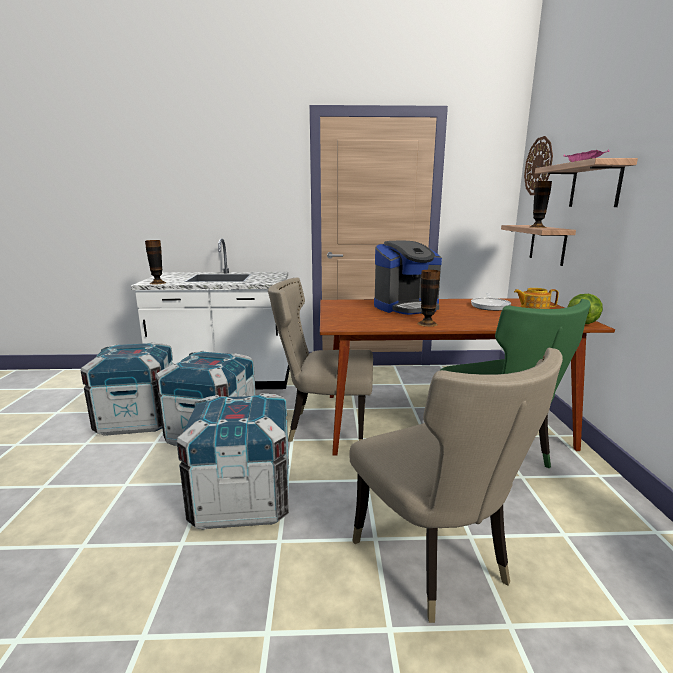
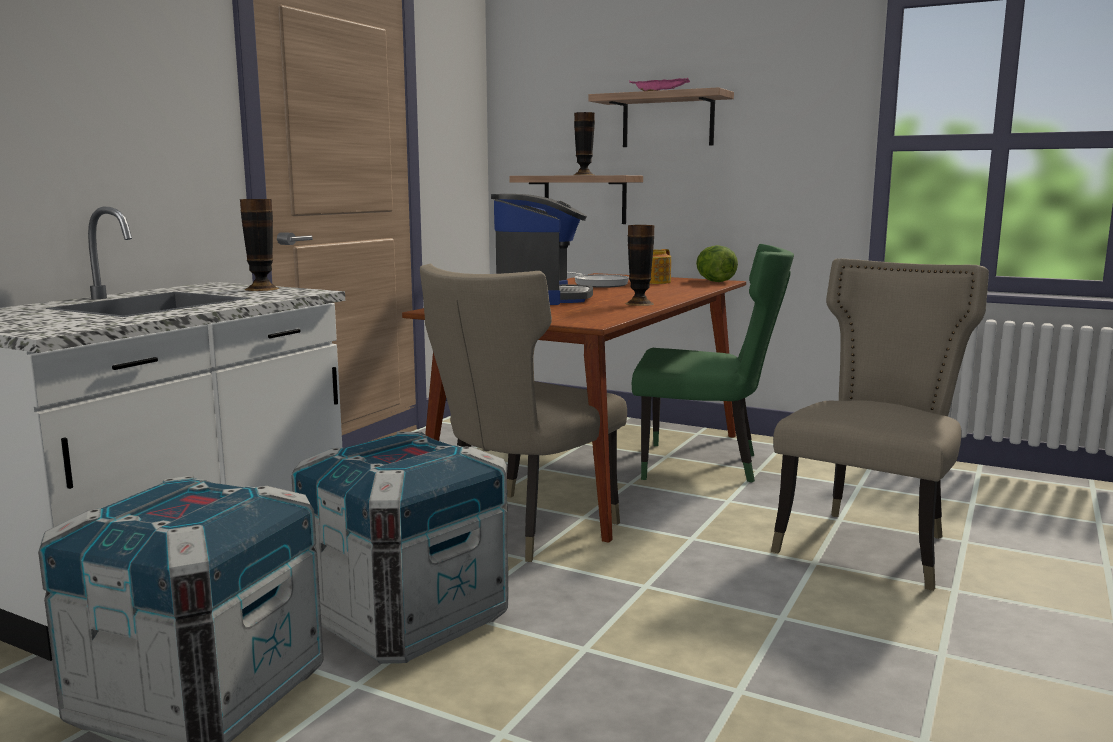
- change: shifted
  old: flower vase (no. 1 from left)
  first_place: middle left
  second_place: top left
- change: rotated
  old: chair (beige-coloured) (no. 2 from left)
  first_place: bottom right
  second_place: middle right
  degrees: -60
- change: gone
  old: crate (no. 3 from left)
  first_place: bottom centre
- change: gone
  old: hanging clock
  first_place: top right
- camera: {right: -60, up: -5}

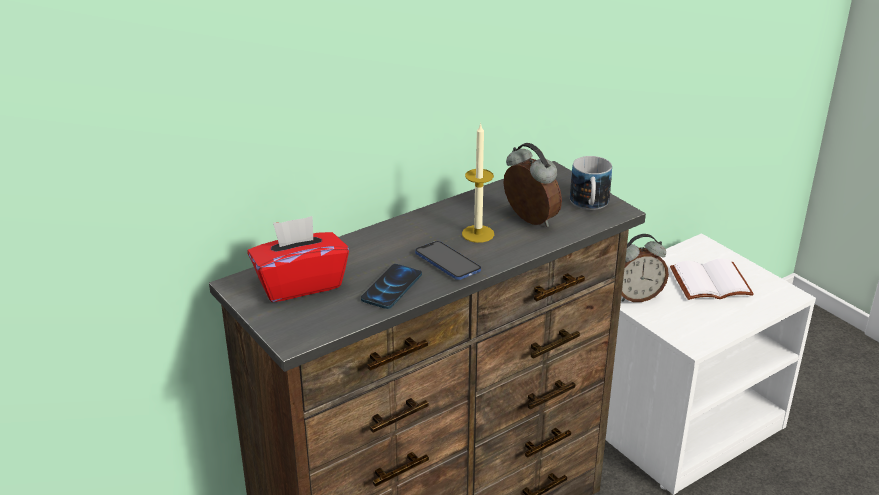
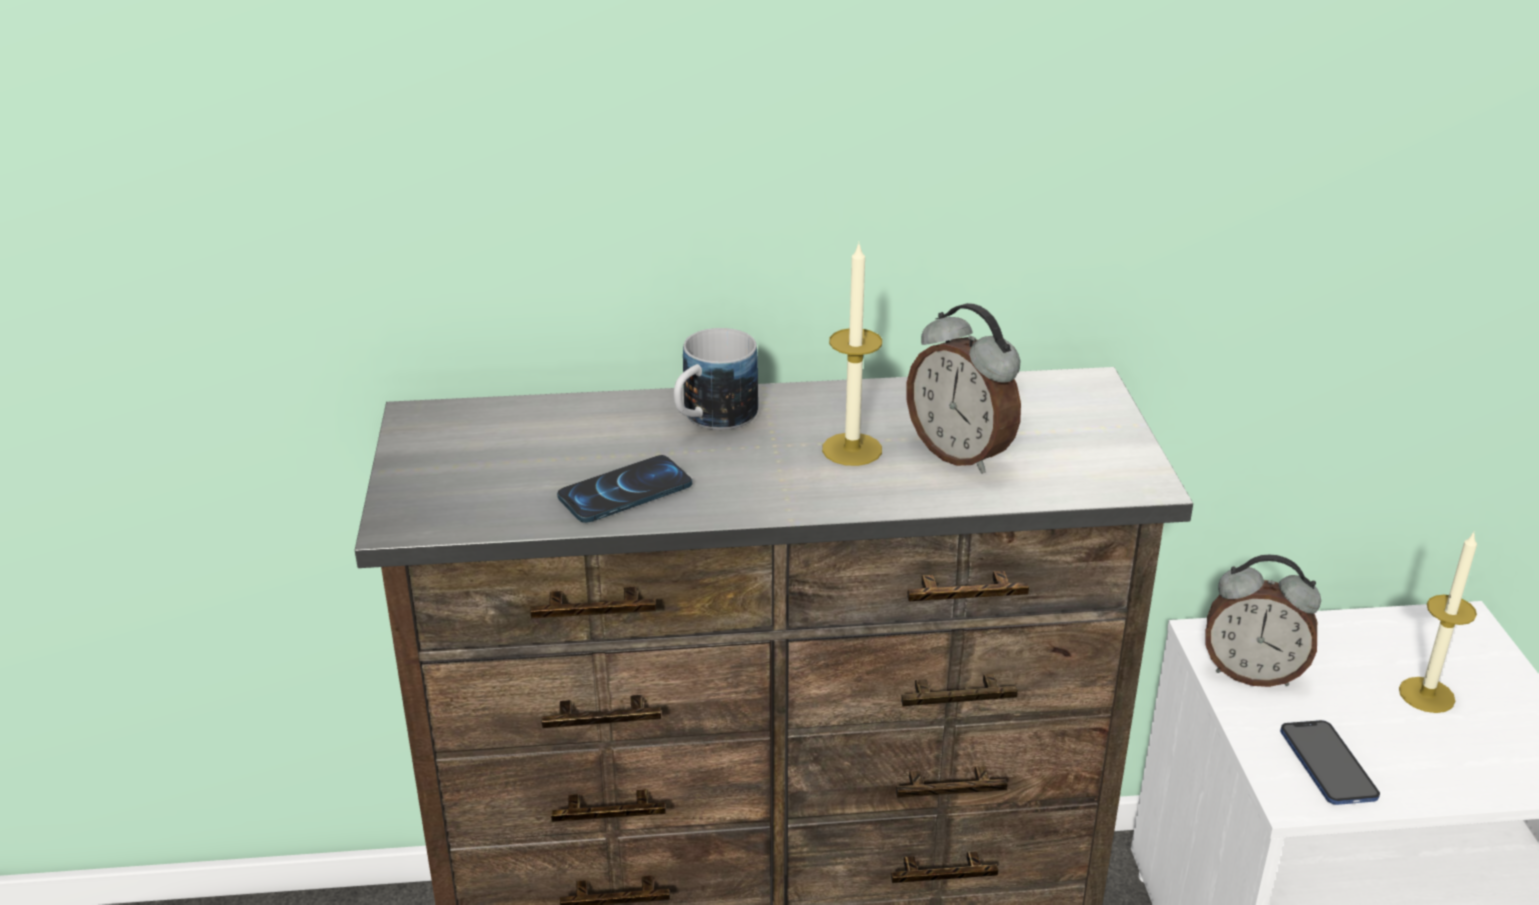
- change: shifted
  old: coffee mug
  first_place: middle right
  second_place: centre
- change: rotated
  old: alarm clock (no. 1 from left)
  first_place: centre
  second_place: centre
  degrees: 150
- change: shifted
  old: telephone (no. 2 from left)
  first_place: centre
  second_place: bottom right
- change: swapped
  old: book (whitish)
  new: wax light (no. 2 from left)
  first_place: middle right
  second_place: bottom right
- change: gone
  old: tissue holder (red)
  first_place: centre
- camera: {right: 30, up: 0}

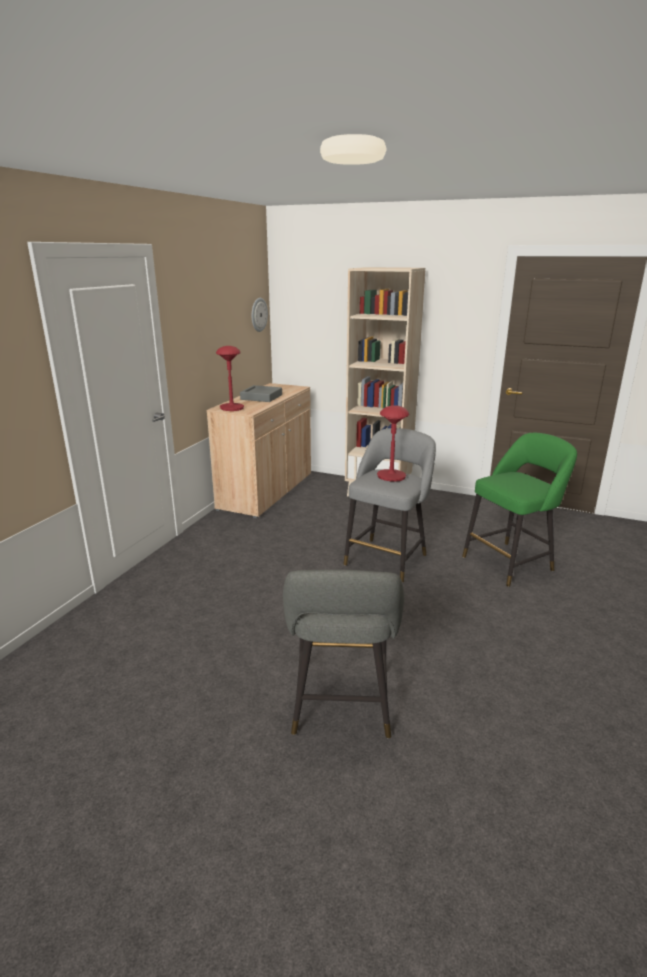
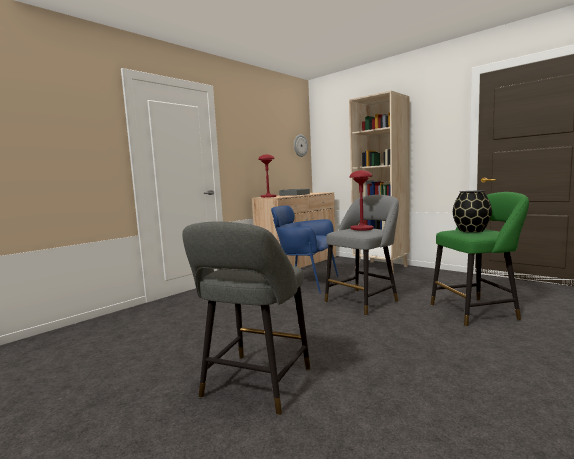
- change: new
  new: lounge chair (blue-coloured)
  second_place: centre
- change: new
  new: flower vase (black-coloured)
  second_place: middle right
- camera: {right: 20, up: -15}

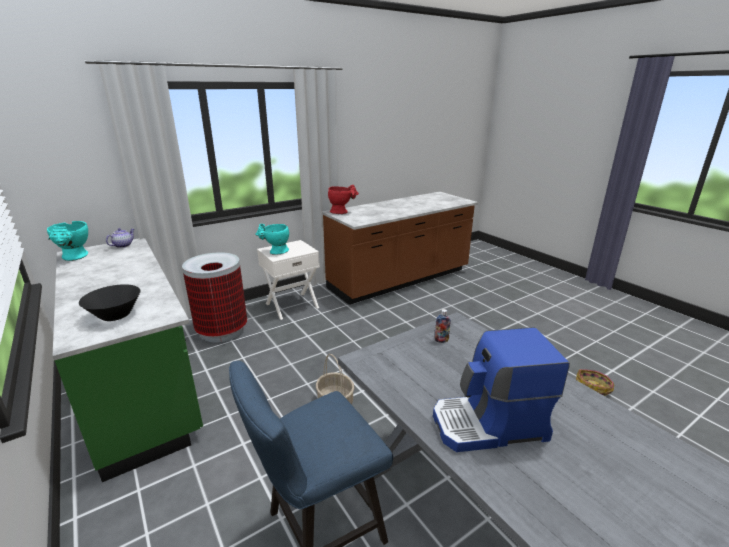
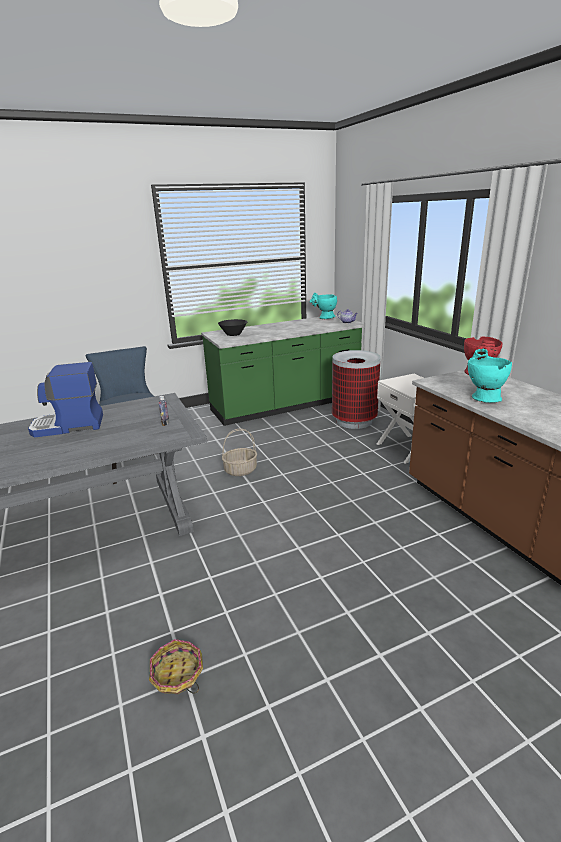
- change: rotated
  old: coffee maker
  first_place: bottom right
  second_place: middle left
  degrees: -105
- change: shifted
  old: flower vase (blue-green) (no. 2 from left)
  first_place: centre
  second_place: middle right
- camera: {right: 100, up: 0}

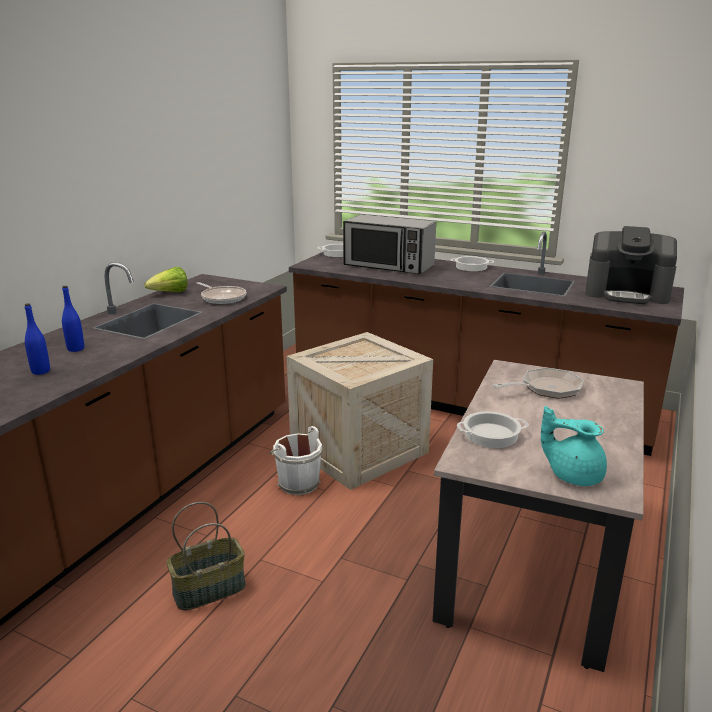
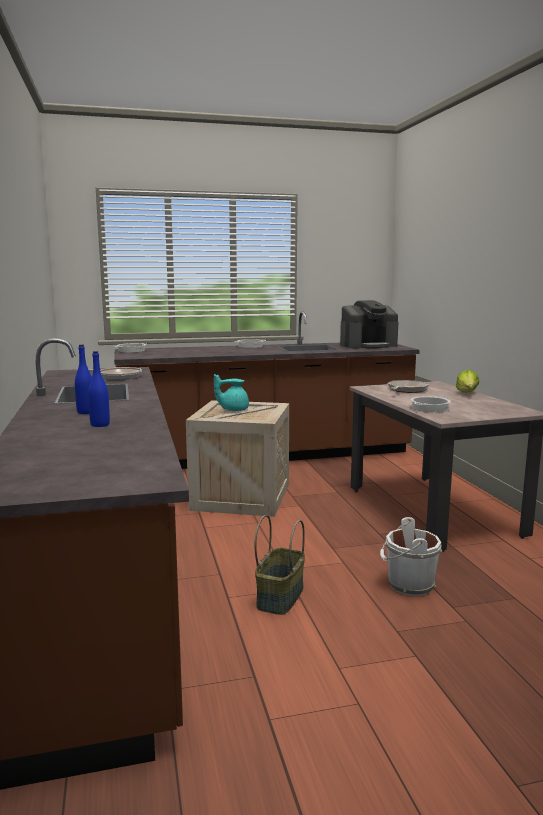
- change: shifted
  old: teapot (blue-green)
  first_place: middle right
  second_place: centre
- change: shifted
  old: water bucket (whitish)
  first_place: centre
  second_place: bottom right
- change: shifted
  old: lettuce head
  first_place: middle left
  second_place: middle right
- change: gone
  old: microwave
  first_place: centre
- camera: {right: -40, up: -10}

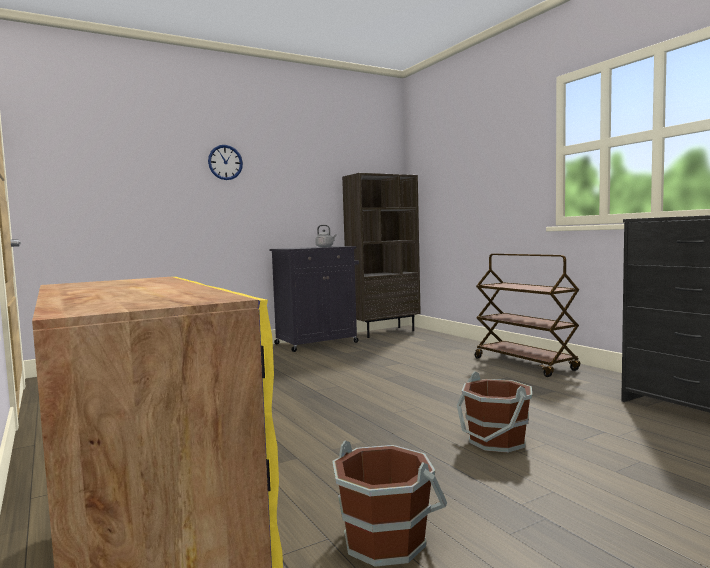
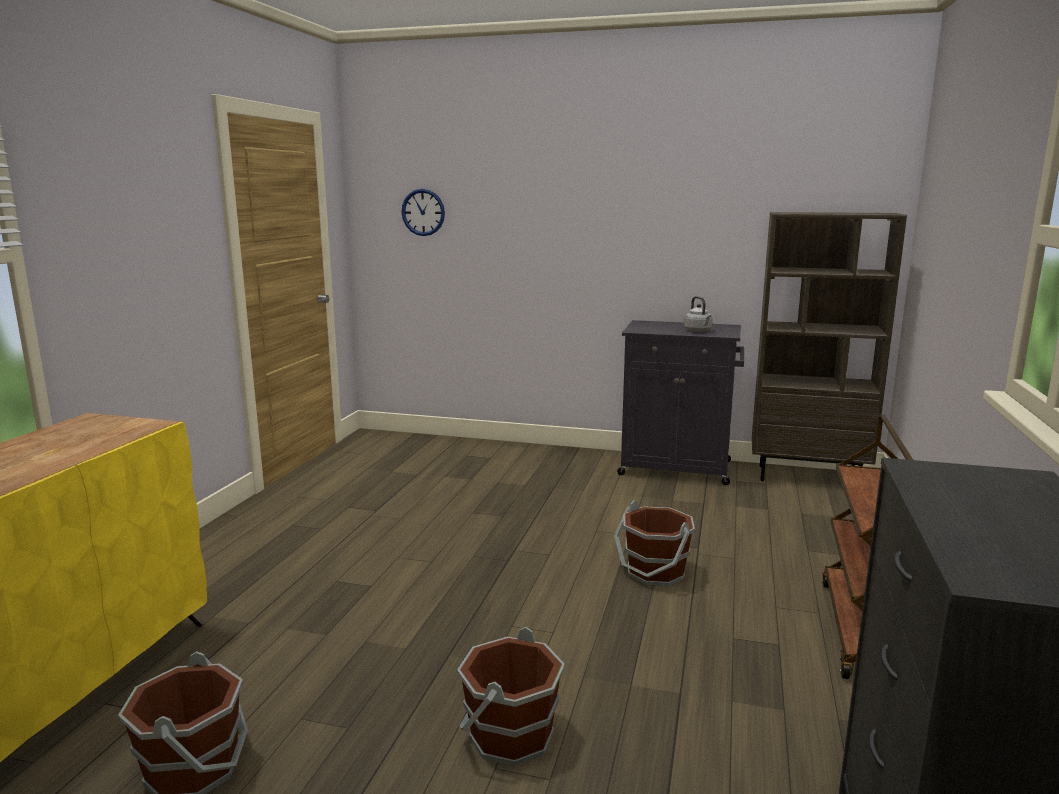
- change: shifted
  old: hanging clock
  first_place: top left
  second_place: top centre
- change: new
  new: water bucket (brown) (no. 3 from left)
  second_place: bottom centre
- camera: {right: 45, up: 10}

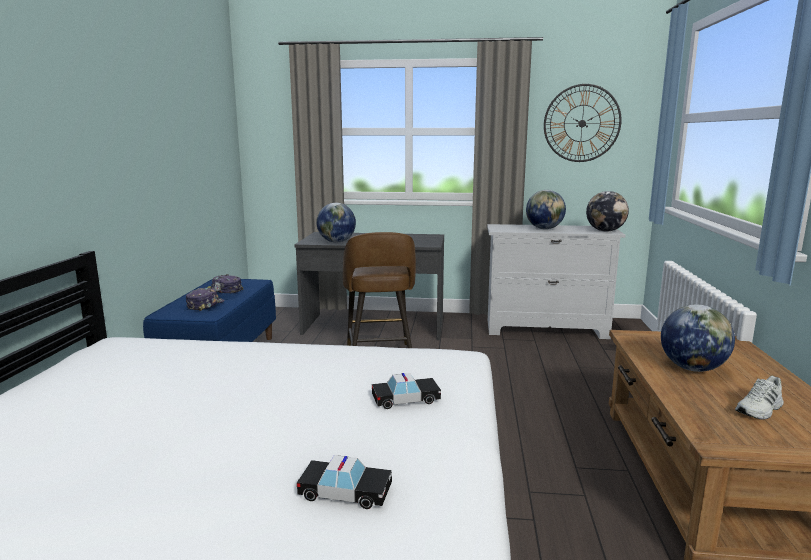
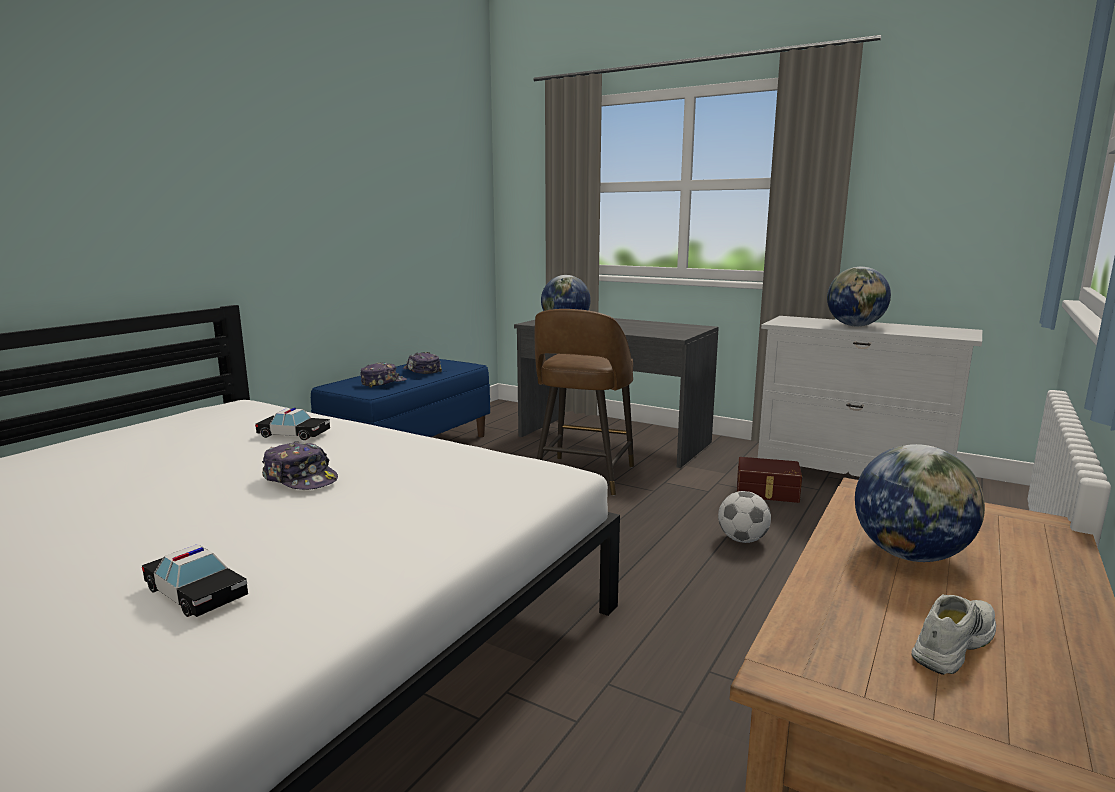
- change: shifted
  old: model car (no. 2 from left)
  first_place: bottom centre
  second_place: middle left
- change: new
  new: peaked cap (no. 1 from left)
  second_place: middle left
- change: new
  new: ball for football
  second_place: middle right
- change: new
  new: storage bin (brown)
  second_place: middle right
- change: rotated
  old: item of footwear (whitish)
  first_place: bottom right
  second_place: bottom right
  degrees: 150
- change: gone
  old: hanging clock
  first_place: top right
- change: gone
  old: desk globe (no. 3 from left)
  first_place: middle right
- camera: {right: 25, up: 0}

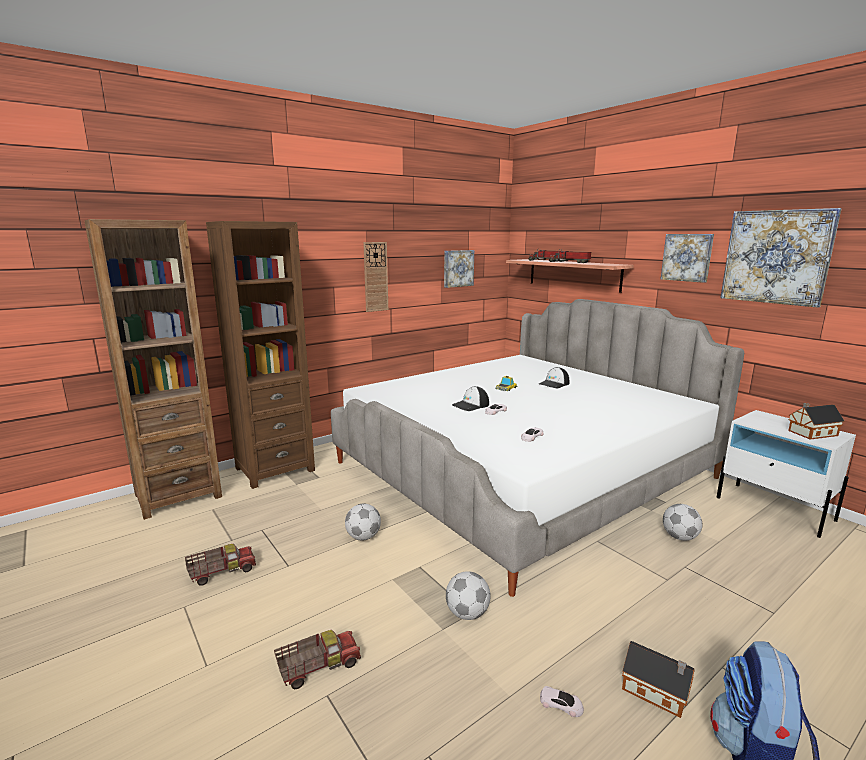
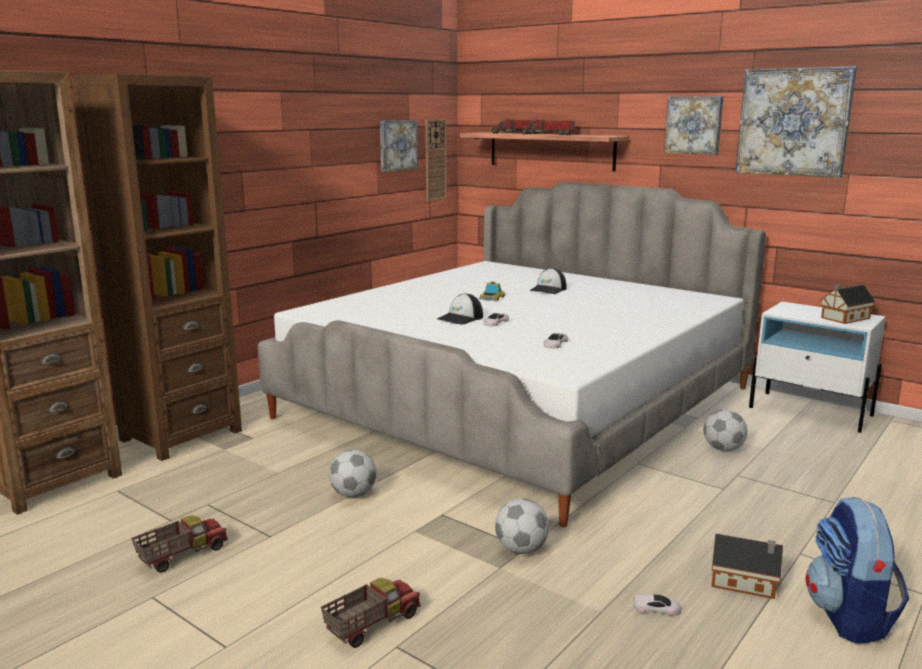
- change: shifted
  old: hanging clock
  first_place: centre
  second_place: top centre
- camera: {right: -15, up: 0}

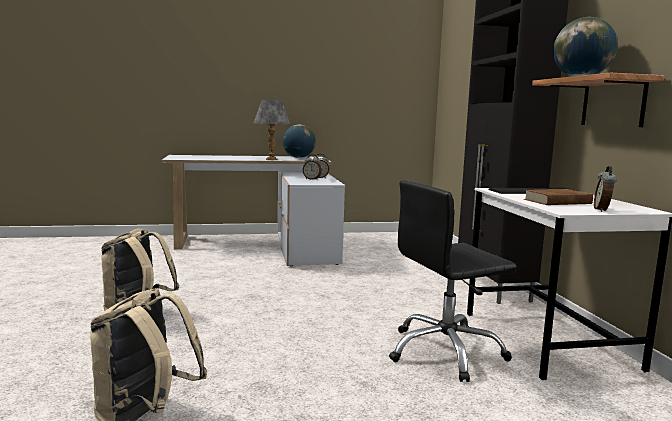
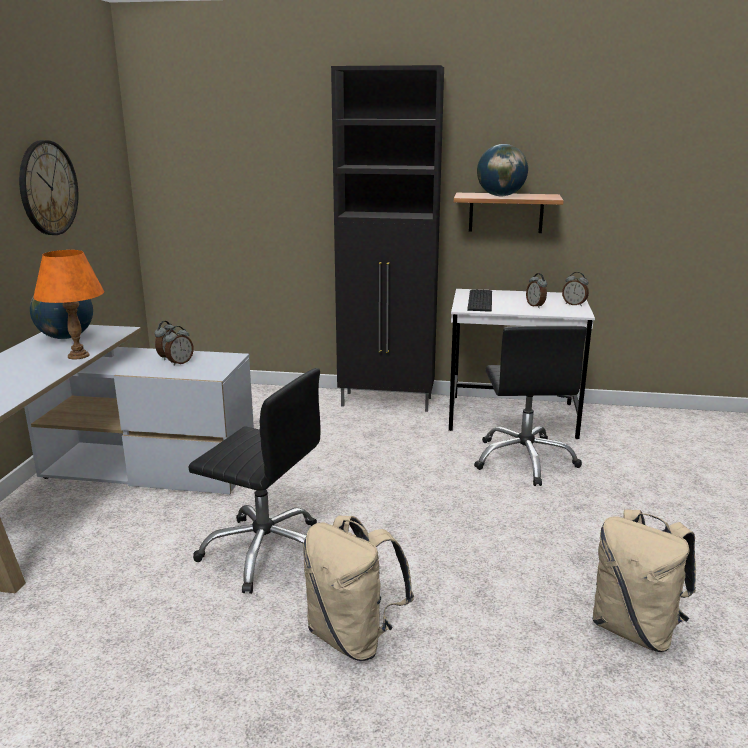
- change: new
  new: hanging clock
  second_place: top left
- change: repainted
  old: table lamp (gray)
  new: table lamp (orangey)
  first_place: top centre
  second_place: middle left
- change: new
  new: office chair (black-coloured) (no. 1 from left)
  second_place: centre
- change: swapped
  old: book (brown)
  new: alarm clock (no. 3 from left)
  first_place: middle right
  second_place: middle right
- camera: {right: -70, up: 10}

